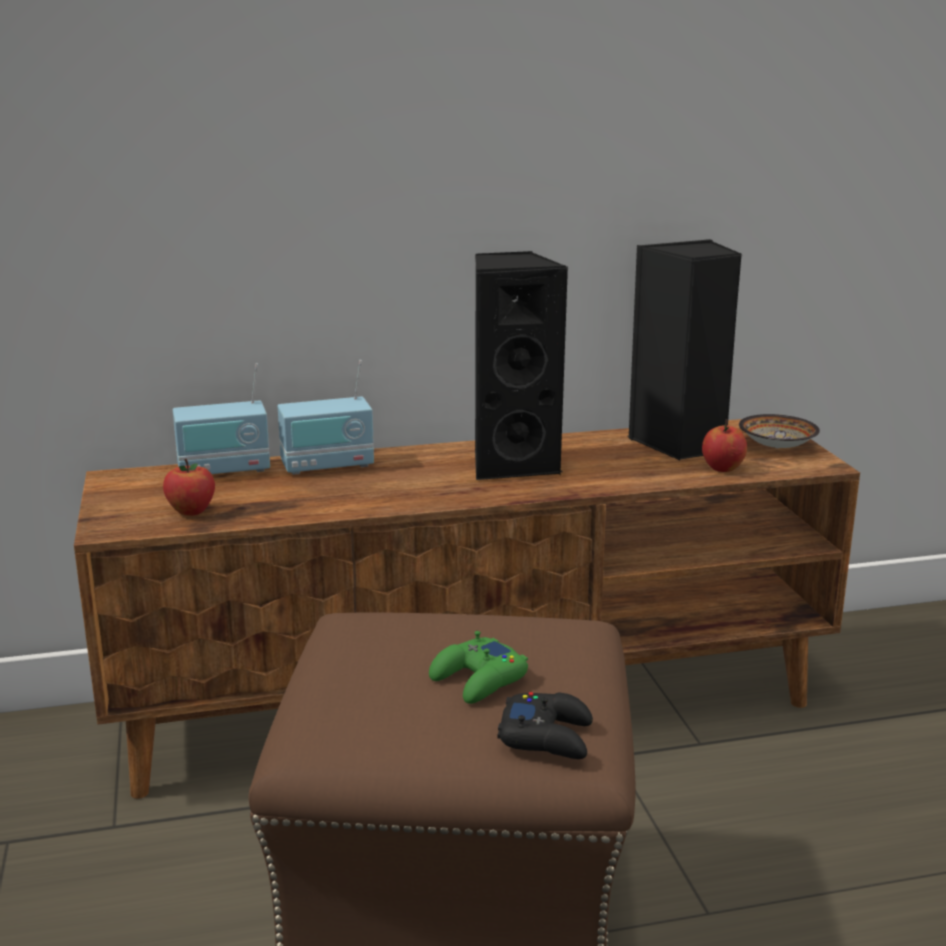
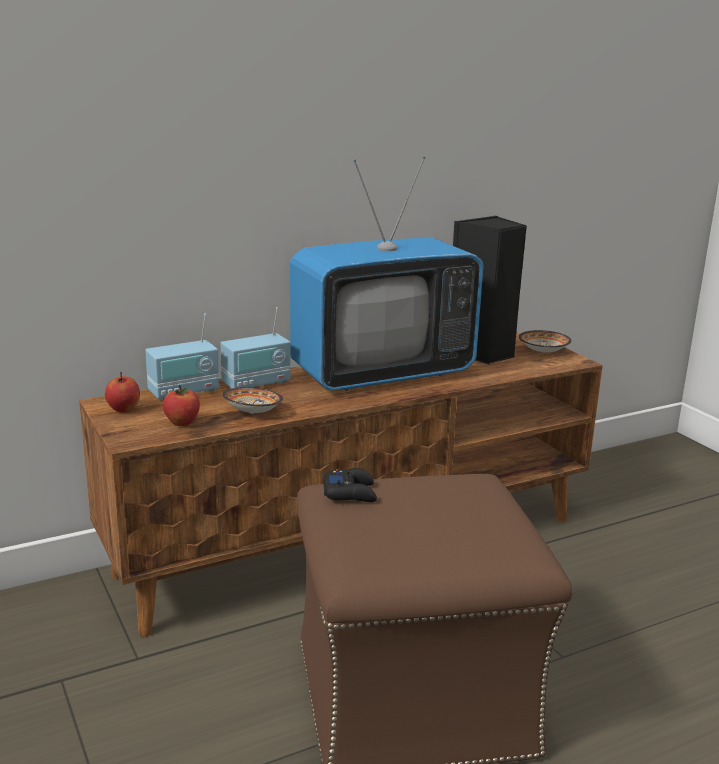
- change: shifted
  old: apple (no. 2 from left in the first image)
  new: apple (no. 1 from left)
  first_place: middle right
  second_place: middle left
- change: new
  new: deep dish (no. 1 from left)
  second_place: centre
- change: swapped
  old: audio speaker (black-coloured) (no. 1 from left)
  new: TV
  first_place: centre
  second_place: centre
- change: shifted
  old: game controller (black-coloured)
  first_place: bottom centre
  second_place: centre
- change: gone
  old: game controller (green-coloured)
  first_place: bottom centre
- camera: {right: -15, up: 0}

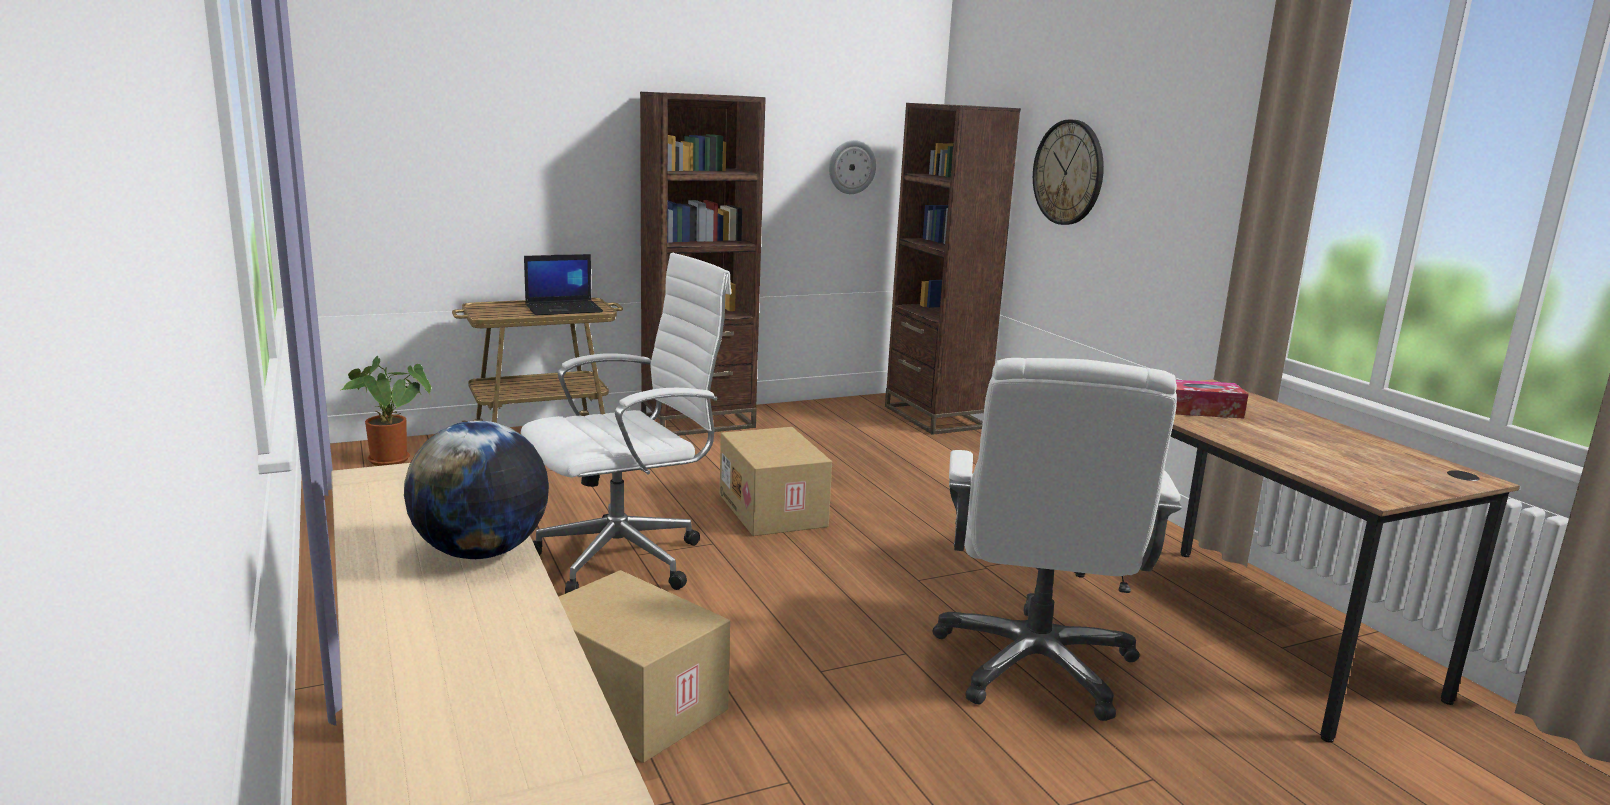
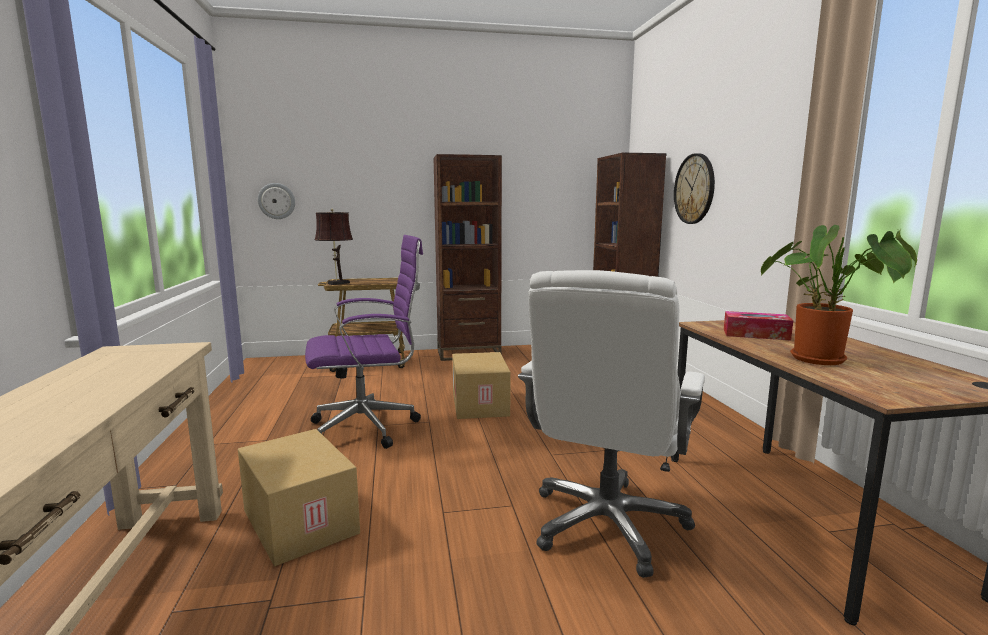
- change: shifted
  old: hanging clock (no. 1 from left)
  first_place: top centre
  second_place: top left
- change: repainted
  old: office chair (whitish) (no. 1 from left)
  new: office chair (purple-coloured)
  first_place: centre
  second_place: centre
- change: new
  new: table lamp (brown)
  second_place: centre
- change: shifted
  old: houseplant
  first_place: middle left
  second_place: middle right
- change: gone
  old: desk globe
  first_place: middle left
- change: gone
  old: notebook computer
  first_place: centre
- camera: {right: 15, up: -5}

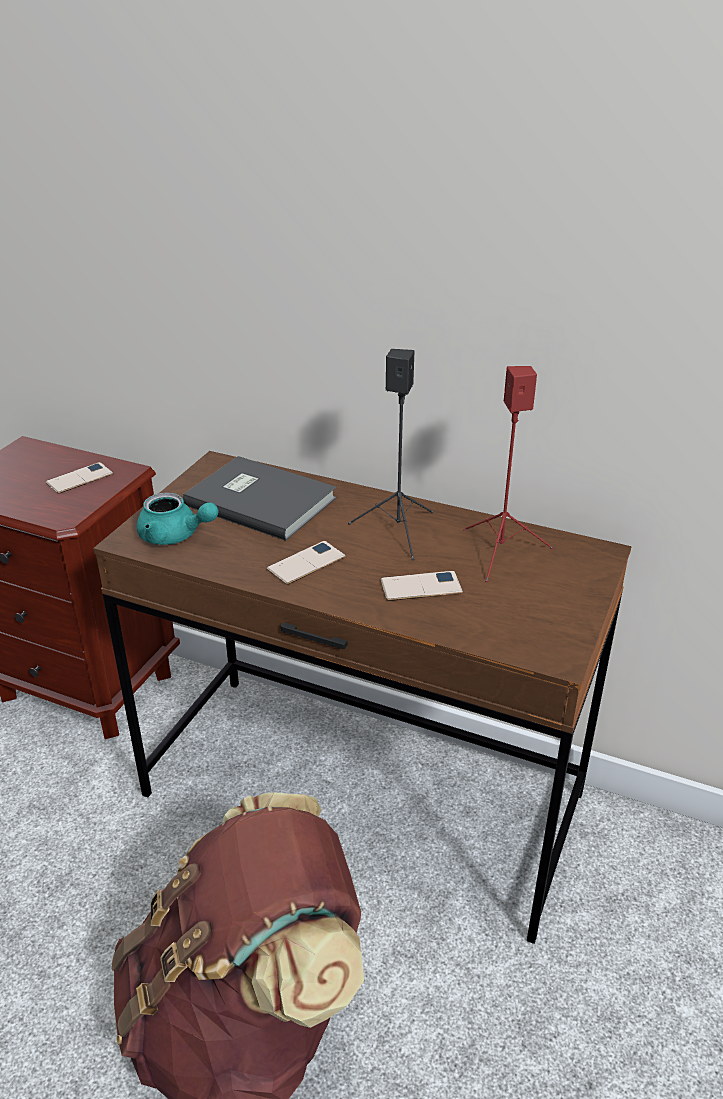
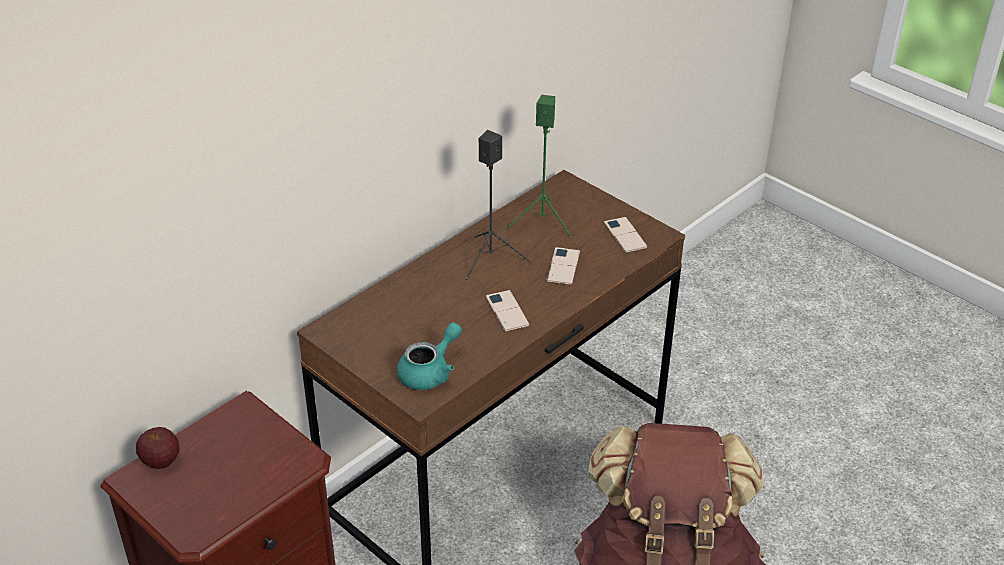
- change: new
  new: apple
  second_place: bottom left
- change: repainted
  old: audio speaker (red)
  new: audio speaker (green-coloured)
  first_place: middle right
  second_place: top centre
- change: shifted
  old: telephone (no. 1 from left in the first image)
  new: telephone (no. 3 from left)
  first_place: middle left
  second_place: centre
- change: gone
  old: book (gray)
  first_place: centre
- camera: {right: -70, up: 5}

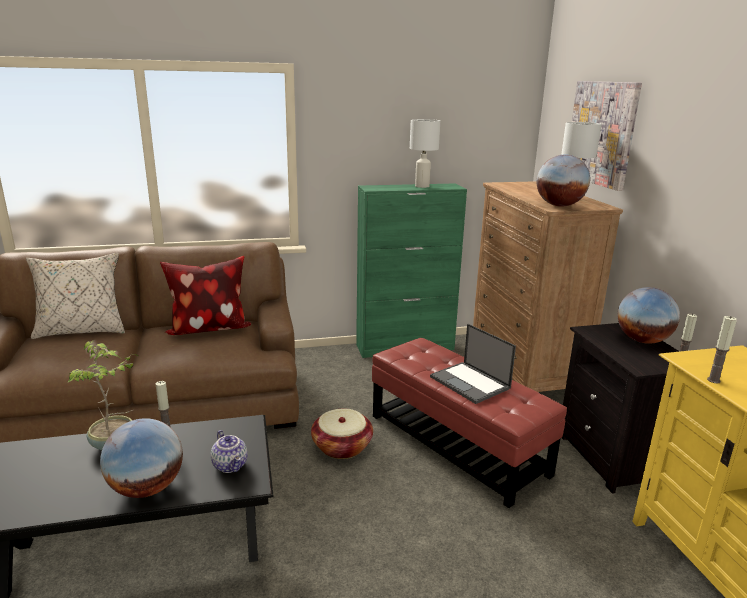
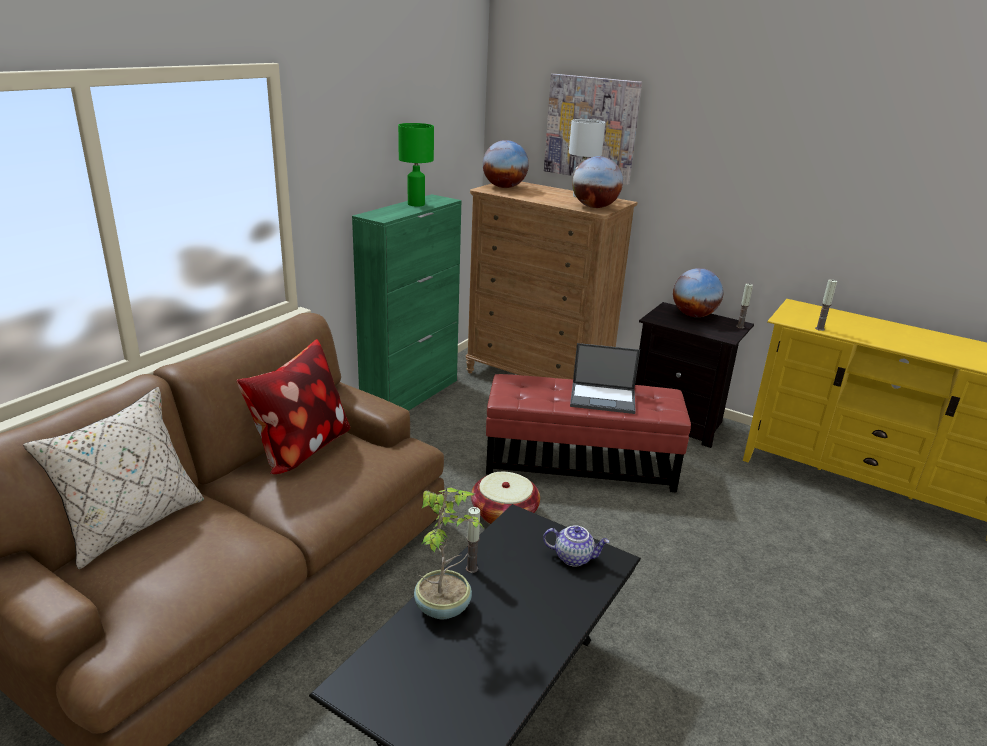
- change: repainted
  old: table lamp (whitish) (no. 1 from left)
  new: table lamp (green-coloured)
  first_place: top centre
  second_place: top centre
- change: shifted
  old: desk globe (no. 1 from left)
  first_place: bottom left
  second_place: top centre
- camera: {right: -45, up: 5}

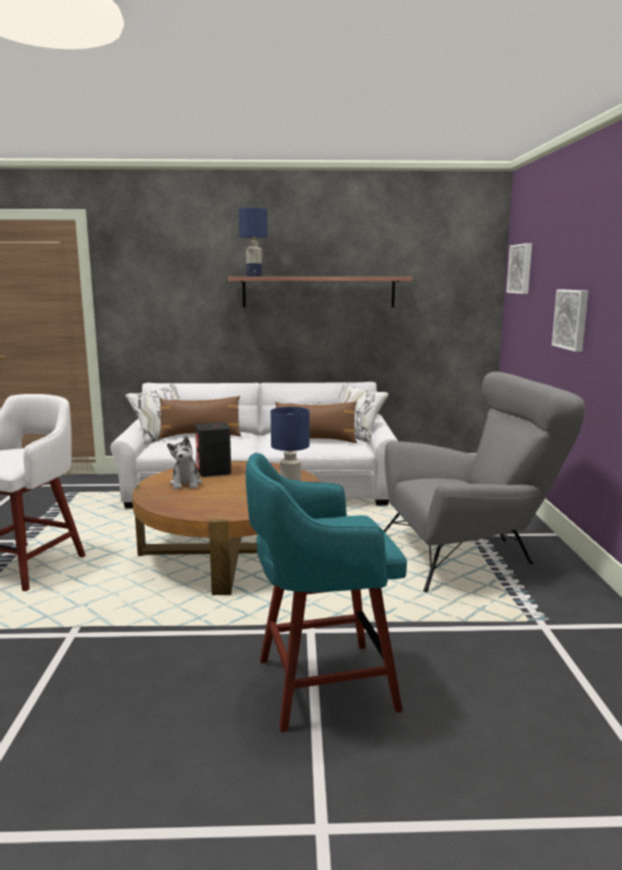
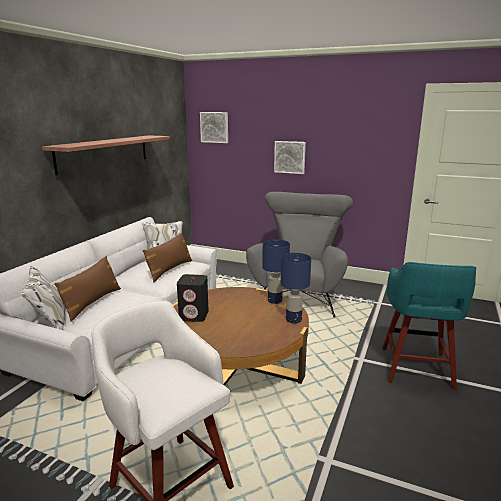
- change: shifted
  old: table lamp (blue-coloured) (no. 1 from left in the first image)
  new: table lamp (blue-coloured) (no. 2 from left)
  first_place: top centre
  second_place: centre
- change: gone
  old: plush toy
  first_place: middle left
- camera: {right: -65, up: 5}

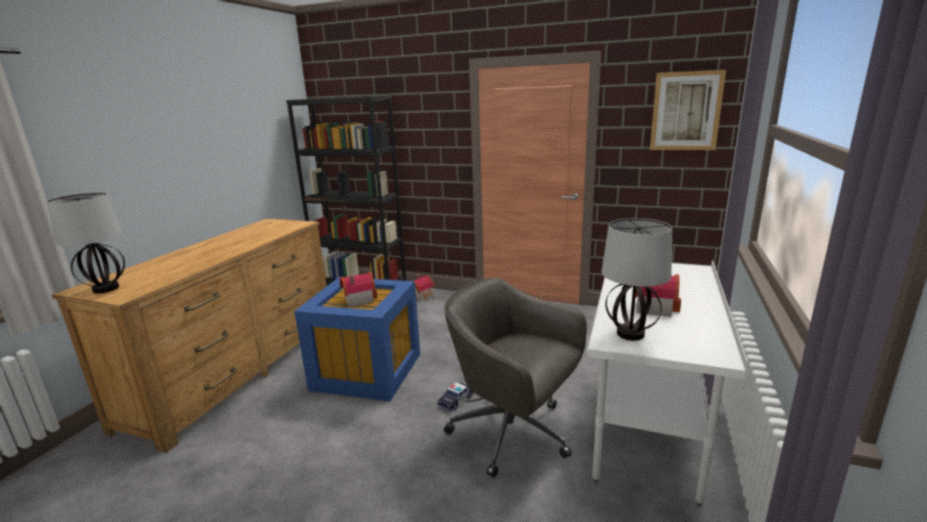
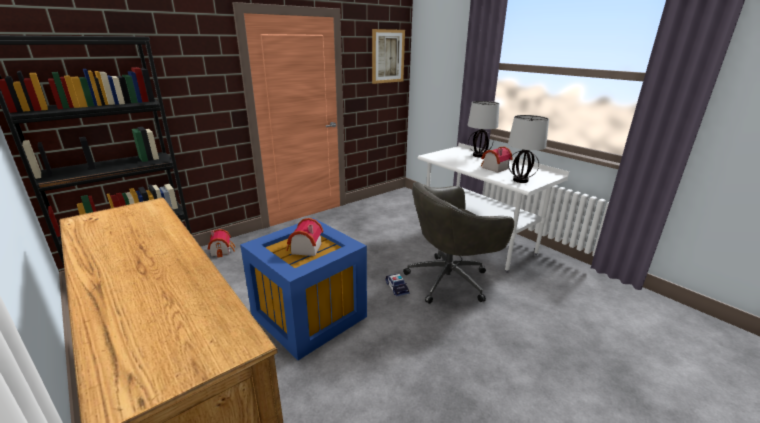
- change: shifted
  old: table lamp (no. 1 from left)
  first_place: middle left
  second_place: top centre
- camera: {right: -60, up: 5}

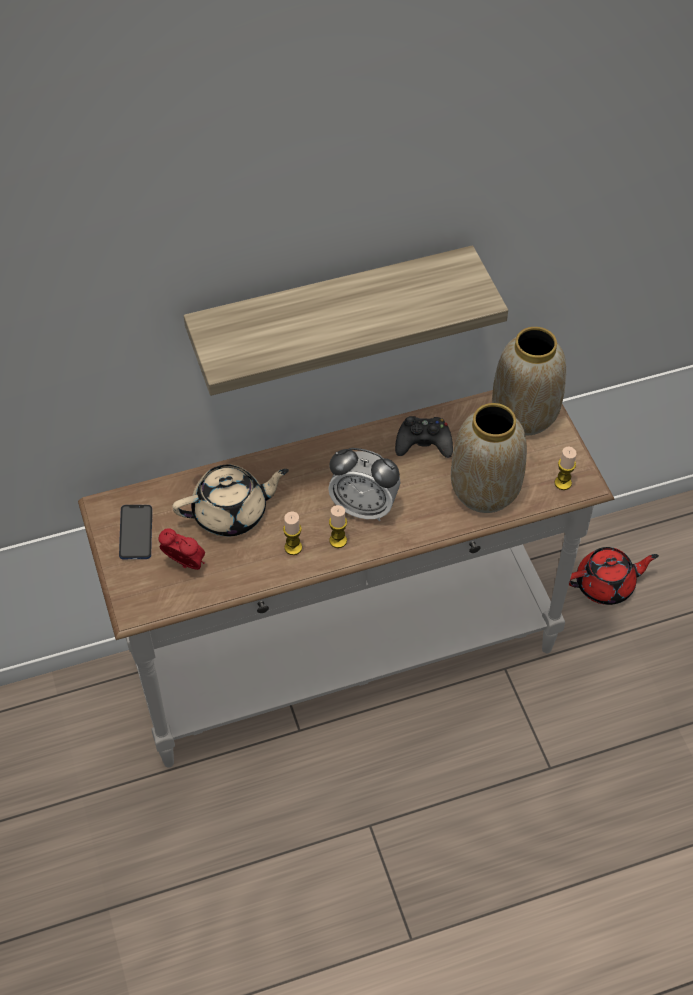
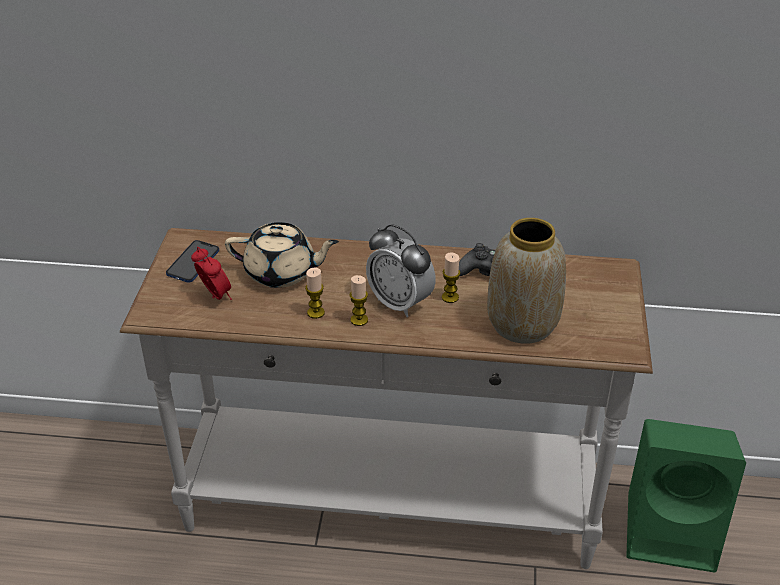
- change: shifted
  old: wax light (no. 3 from left)
  first_place: middle right
  second_place: centre
- change: swapped
  old: teapot (red)
  new: audio speaker (green-coloured)
  first_place: middle right
  second_place: bottom right
- change: gone
  old: bracket shelf
  first_place: top centre
- change: gone
  old: flower vase (no. 2 from left)
  first_place: middle right
- camera: {right: 25, up: -15}

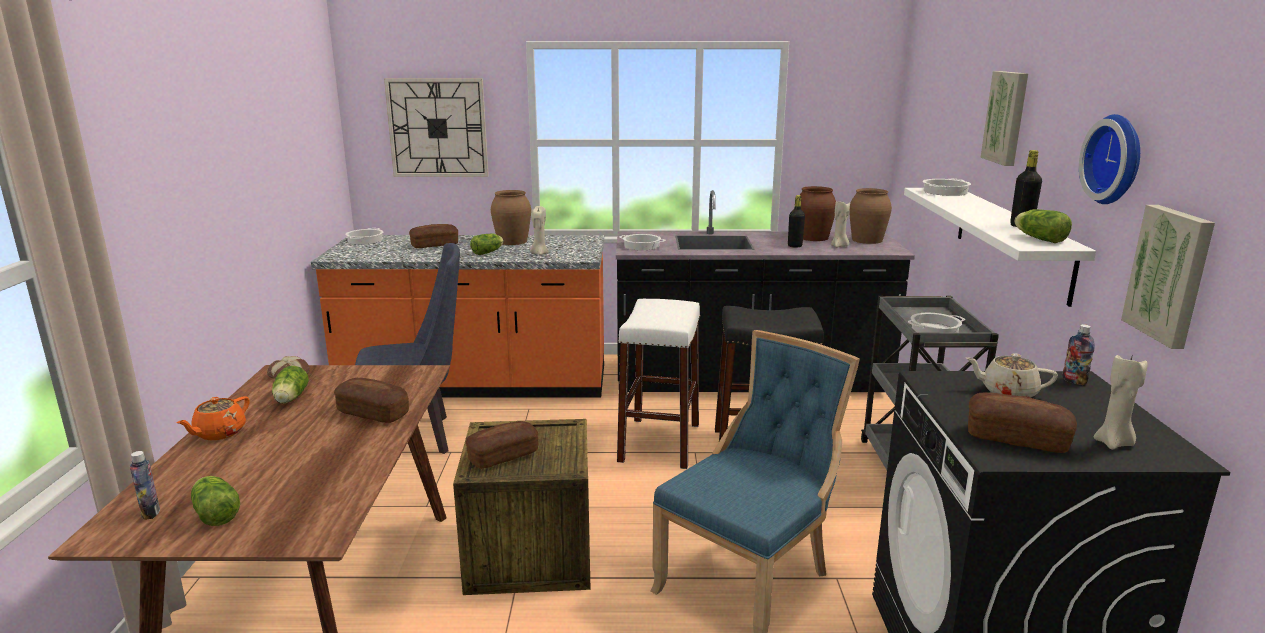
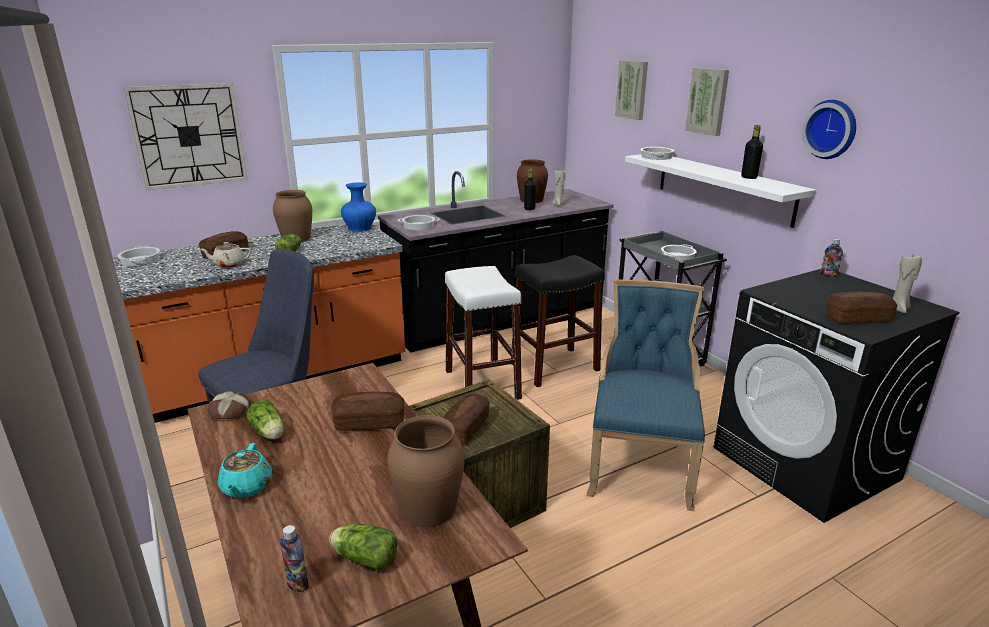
- change: shifted
  old: teapot (beige-coloured)
  first_place: middle right
  second_place: middle left
- change: repainted
  old: teapot (orangey)
  new: teapot (blue-green)
  first_place: middle left
  second_place: bottom left
- change: new
  new: flower vase (blue-coloured)
  second_place: top centre
- change: shifted
  old: flower vase (brown) (no. 3 from left in the first image)
  new: flower vase (brown) (no. 2 from left)
  first_place: middle right
  second_place: bottom centre
- change: shifted
  old: wall picture (no. 2 from left in the first image)
  new: wall picture (no. 1 from left)
  first_place: middle right
  second_place: top centre
- change: gone
  old: wax light (beige-coloured) (no. 1 from left)
  first_place: centre
- change: gone
  old: lettuce head (no. 4 from left)
  first_place: middle right
- camera: {right: -30, up: 5}

